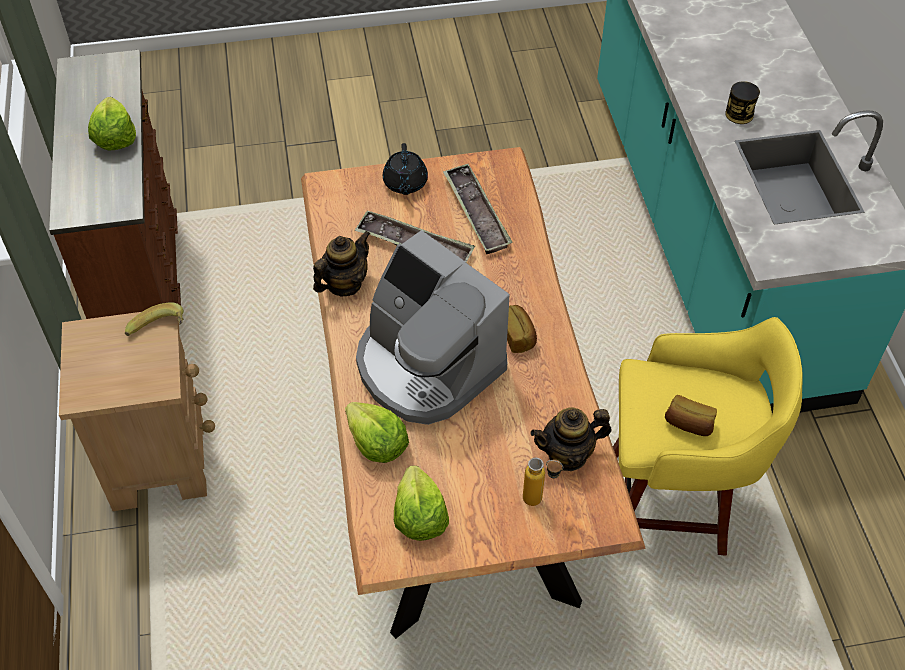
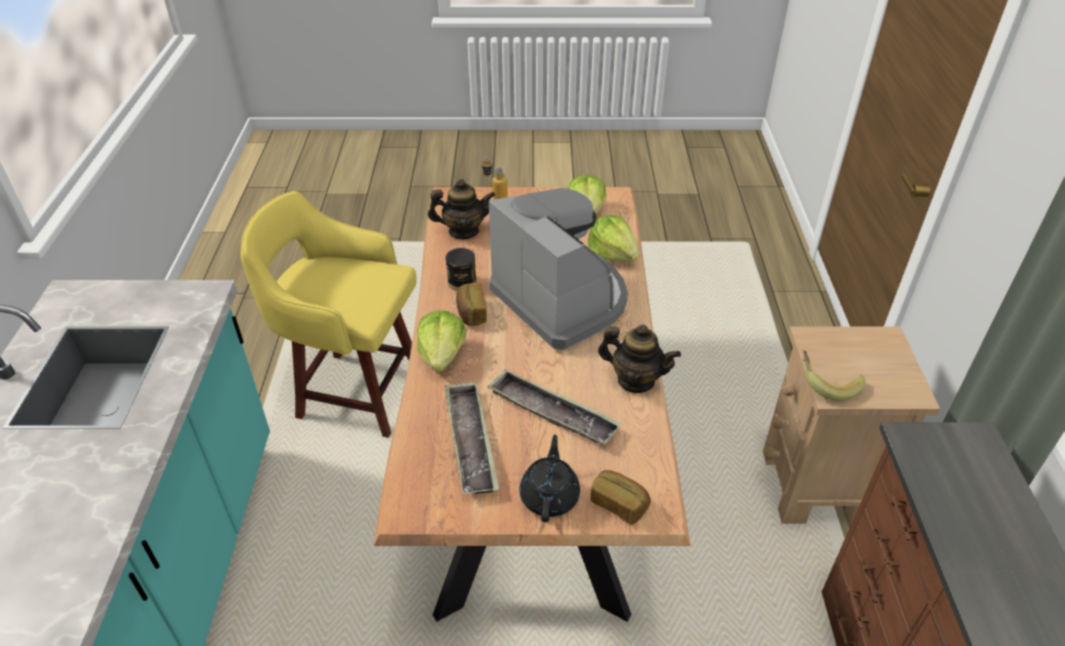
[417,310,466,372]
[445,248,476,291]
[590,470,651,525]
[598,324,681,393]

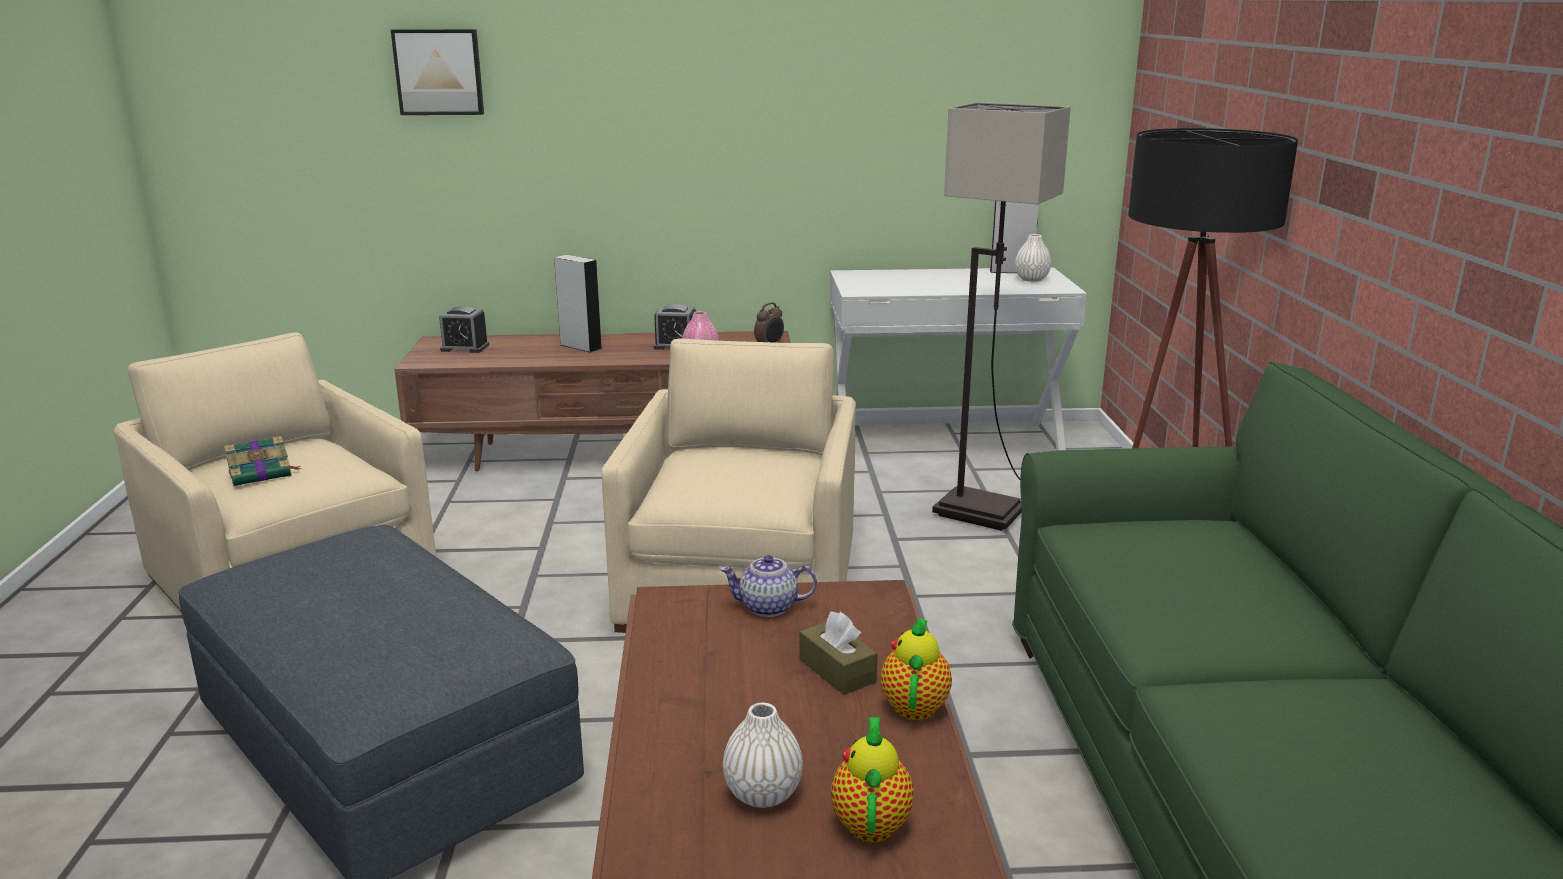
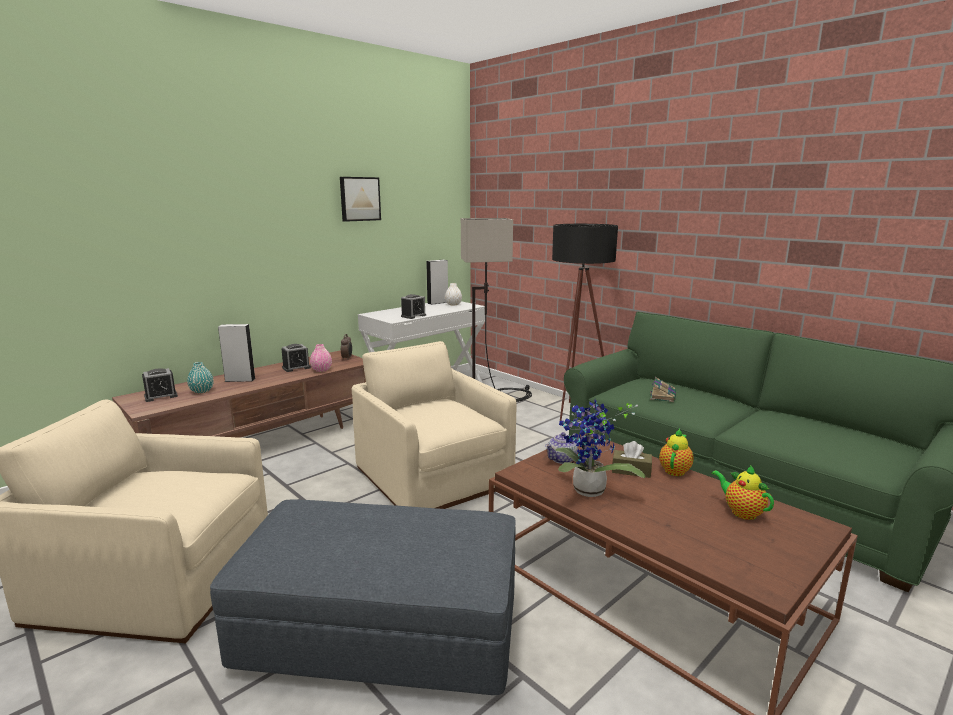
[187,362,214,393]
[340,177,381,222]
[401,294,426,319]
[555,400,646,497]
[650,377,676,402]
[659,429,694,476]
[723,703,803,808] (first image)

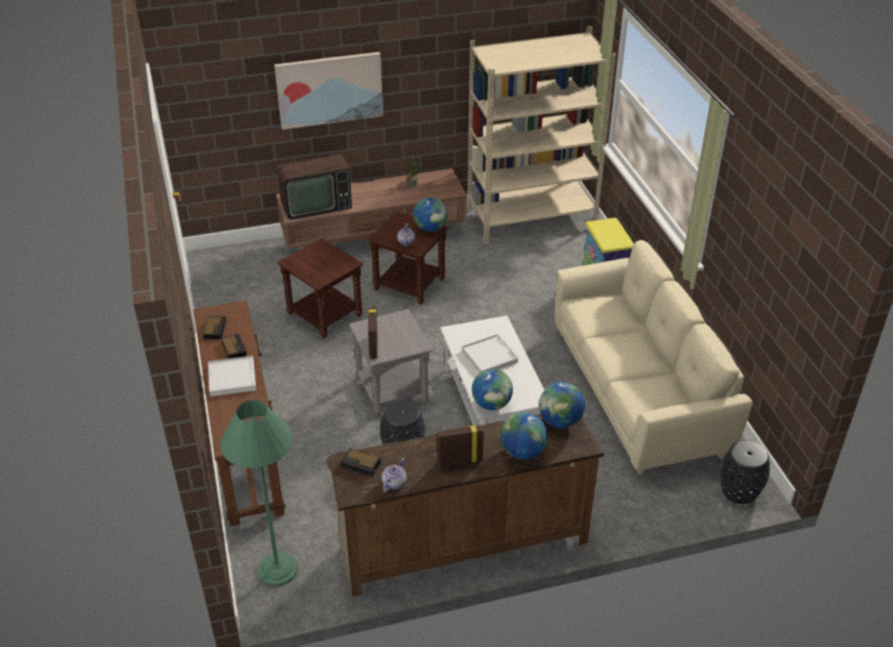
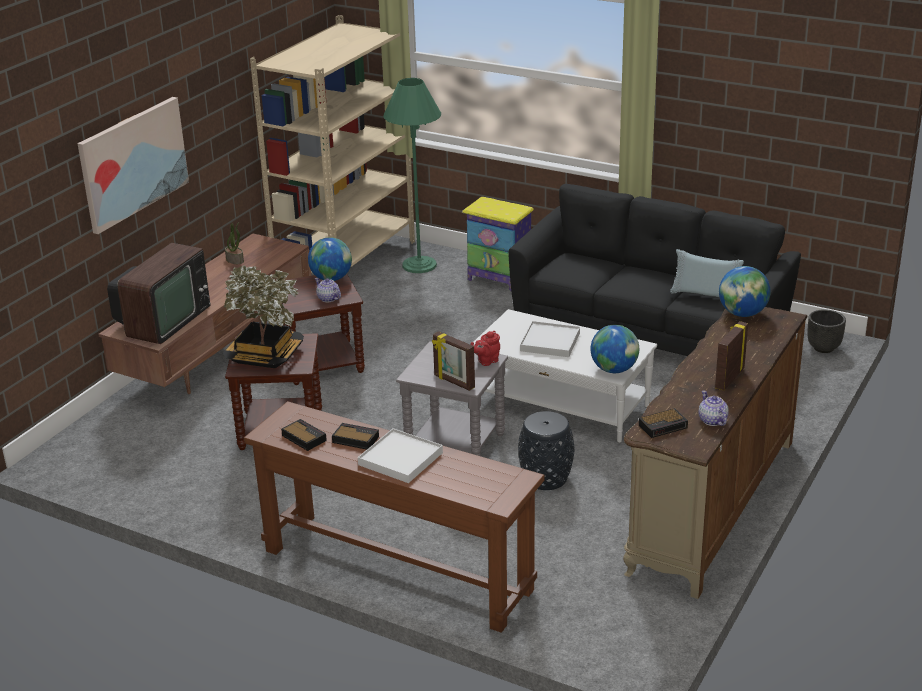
[223,265,304,368]
[383,78,441,273]
[471,331,500,366]
[508,184,801,356]
[670,249,744,298]
[807,309,846,353]
[500,412,548,460] (first image)

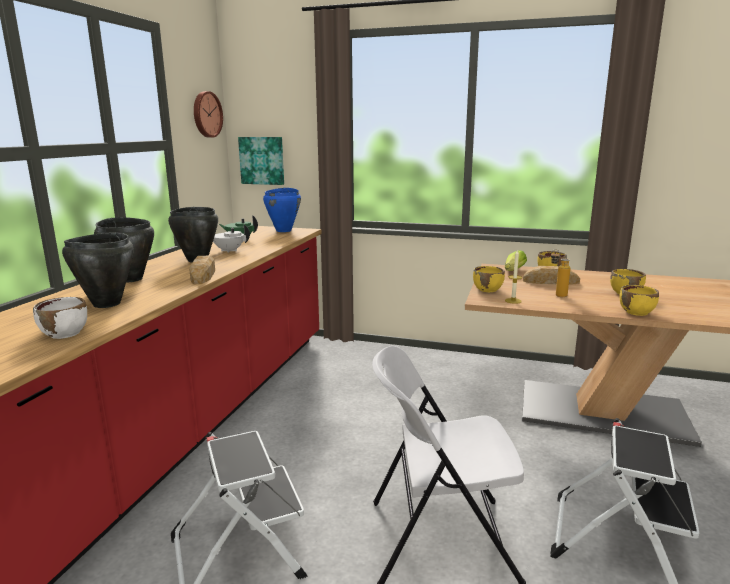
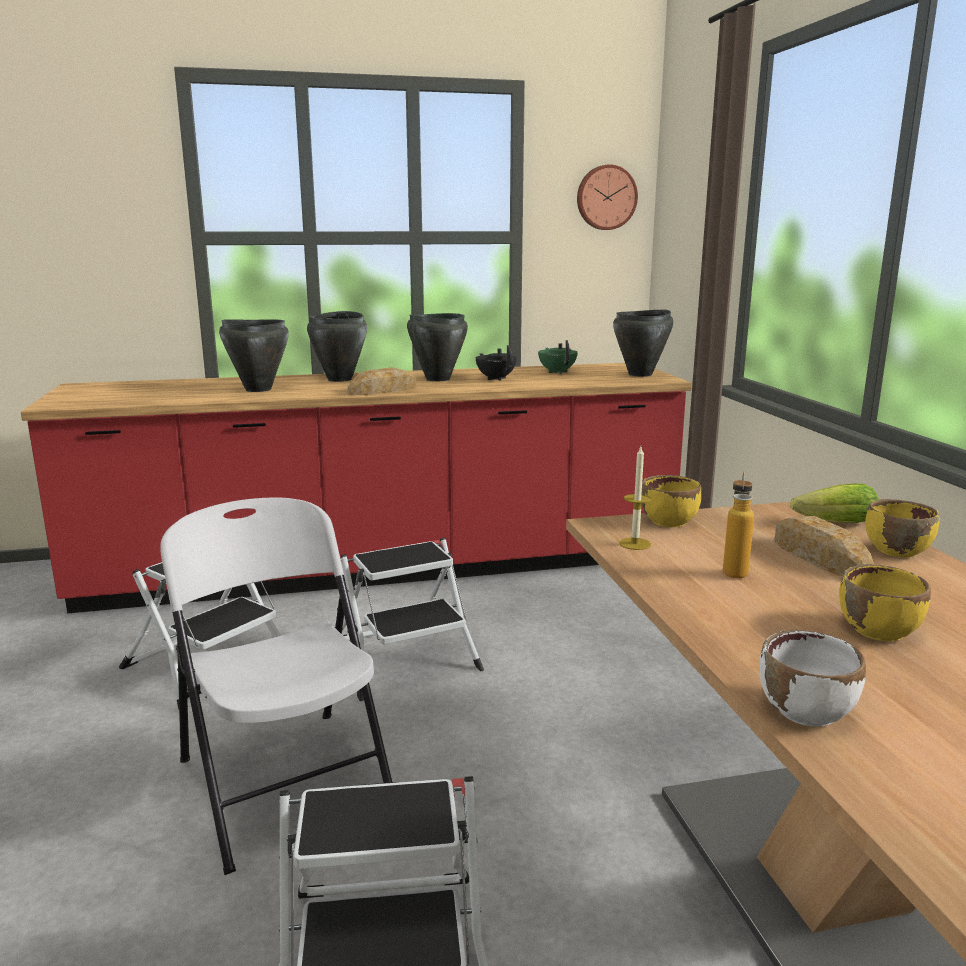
[340,537,484,701]
[476,345,517,381]
[613,309,673,377]
[760,630,866,727]
[238,137,284,185] (first image)
[620,285,659,316] (first image)

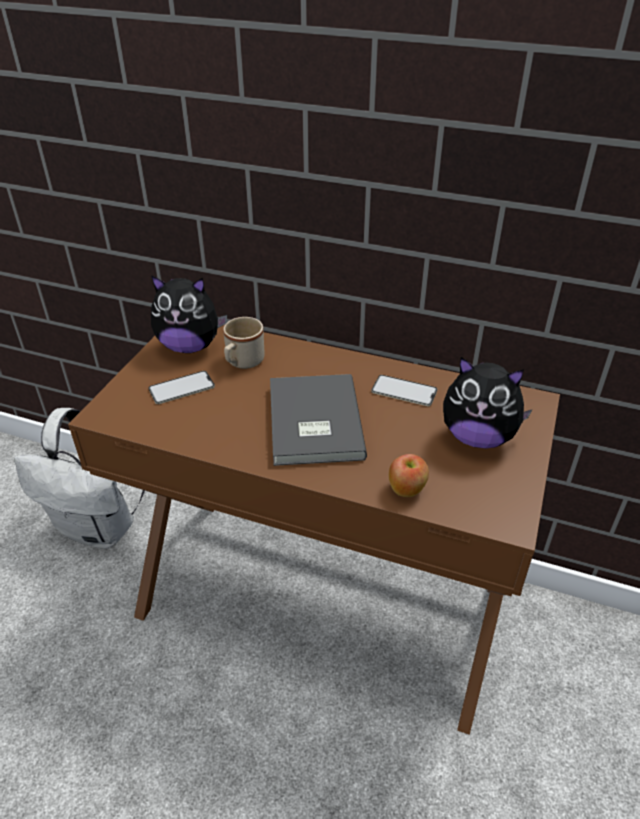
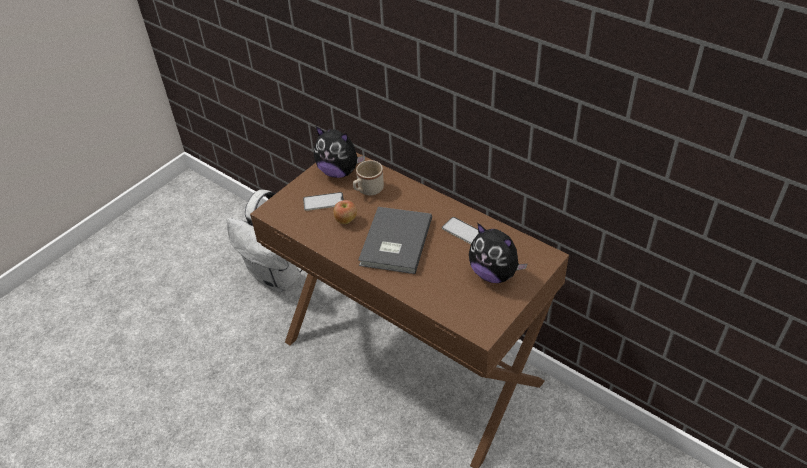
[334,200,357,224]

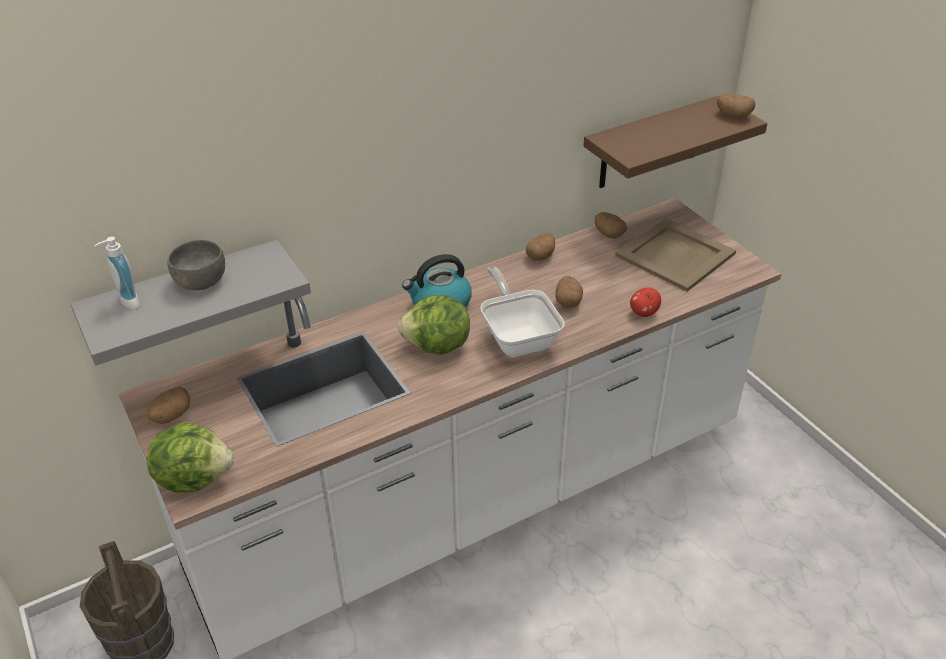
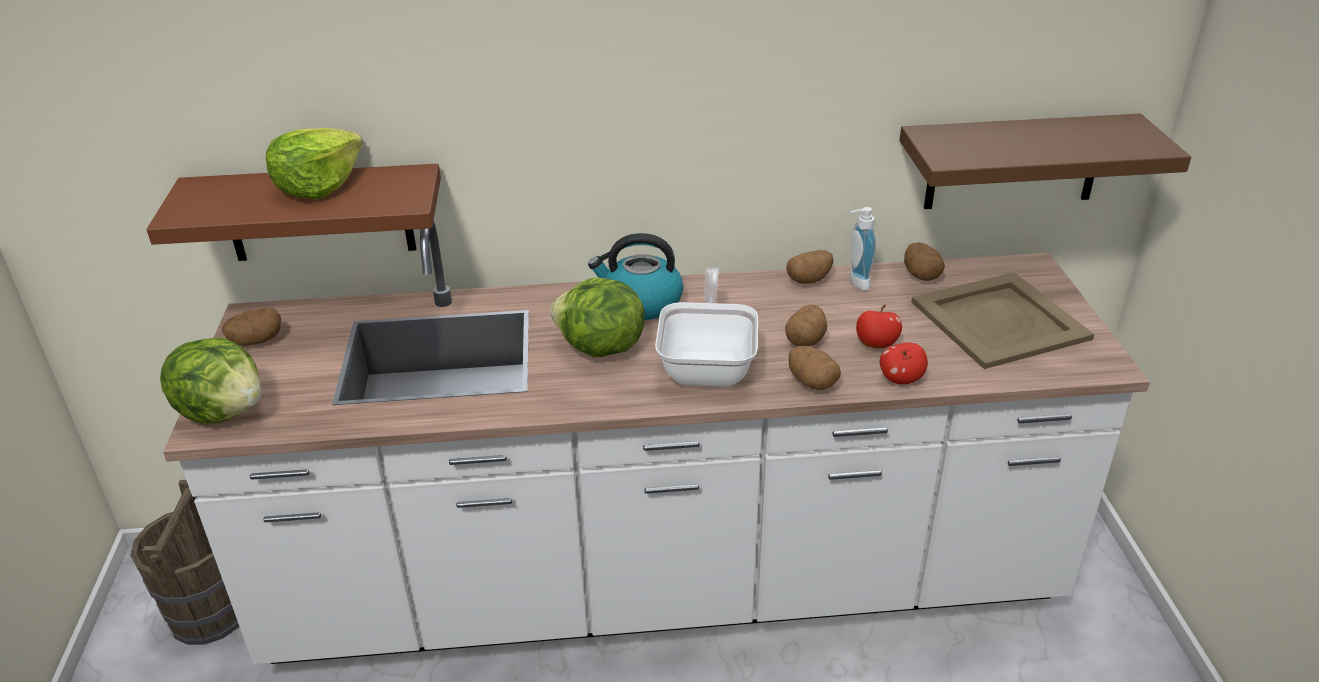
[146,164,441,261]
[266,128,363,200]
[789,346,841,390]
[849,207,877,291]
[856,305,902,349]

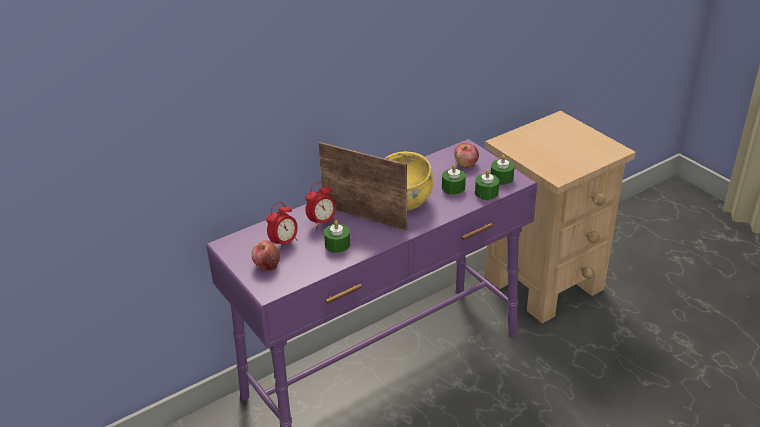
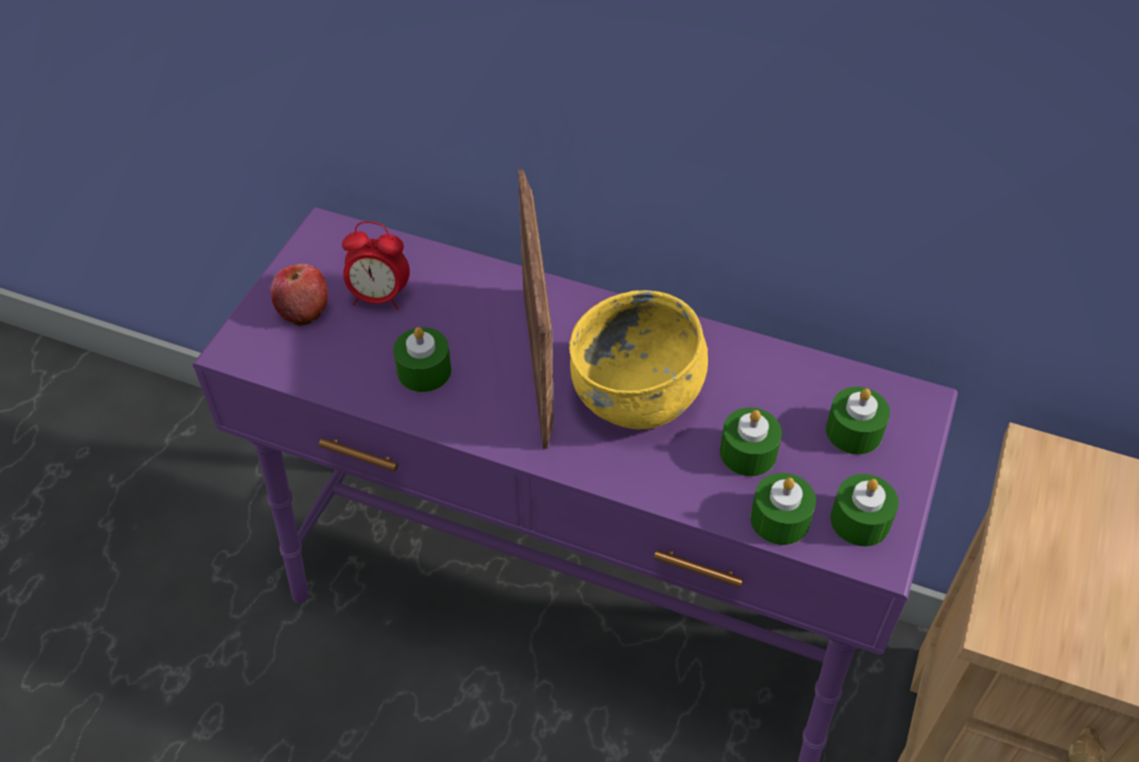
[826,387,890,455]
[305,182,336,229] (first image)

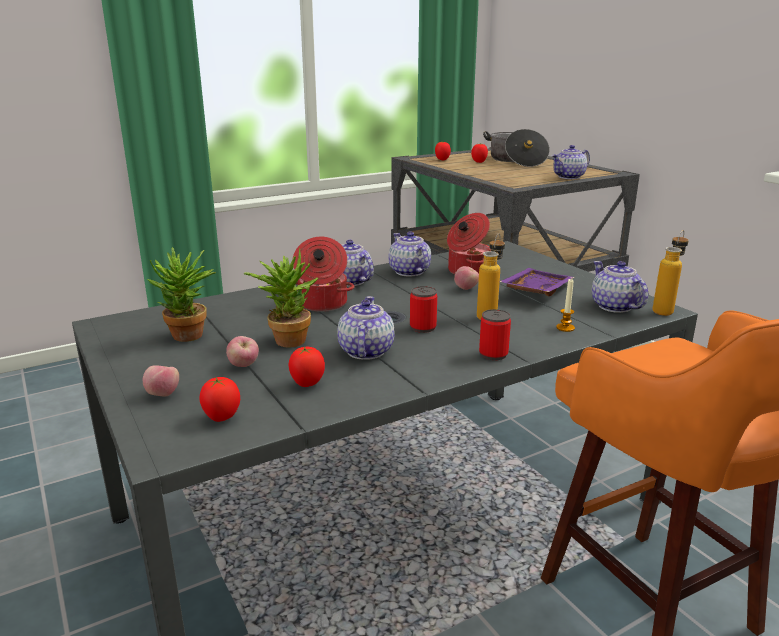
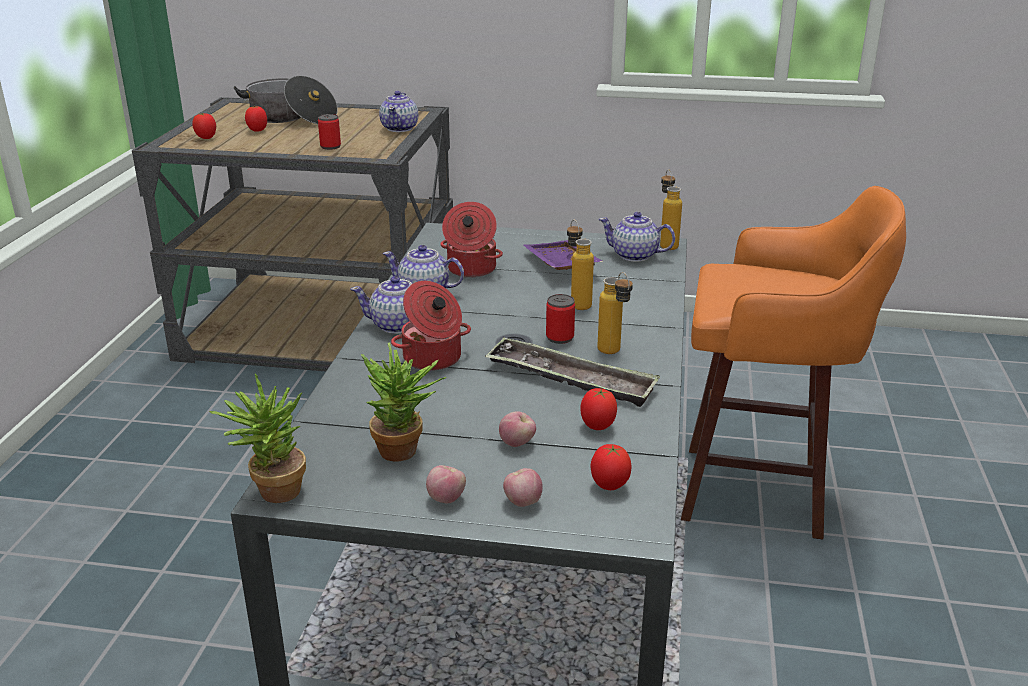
[209,374,306,503]
[318,114,341,150]
[426,465,466,503]
[485,338,660,407]
[597,272,633,354]
[556,279,575,332] (first image)

